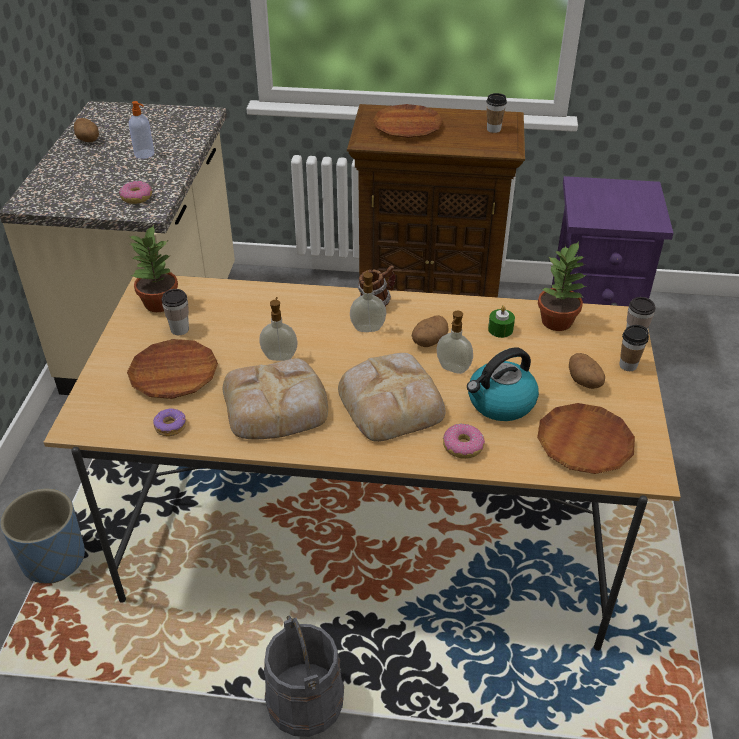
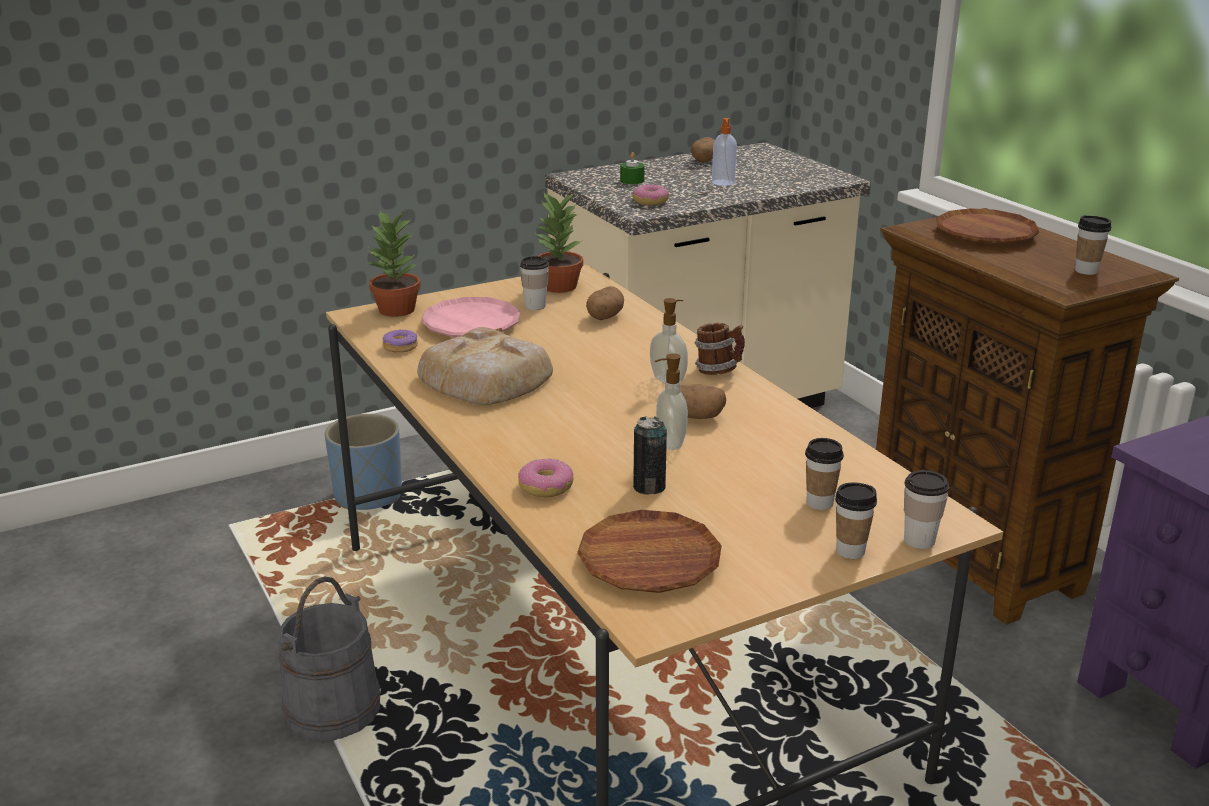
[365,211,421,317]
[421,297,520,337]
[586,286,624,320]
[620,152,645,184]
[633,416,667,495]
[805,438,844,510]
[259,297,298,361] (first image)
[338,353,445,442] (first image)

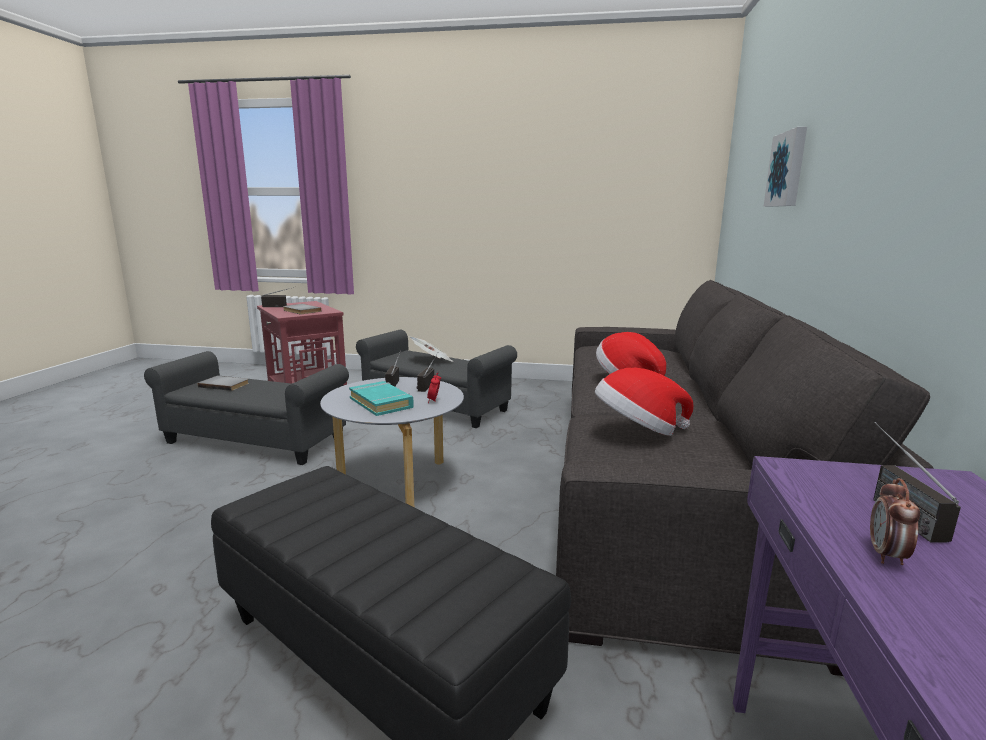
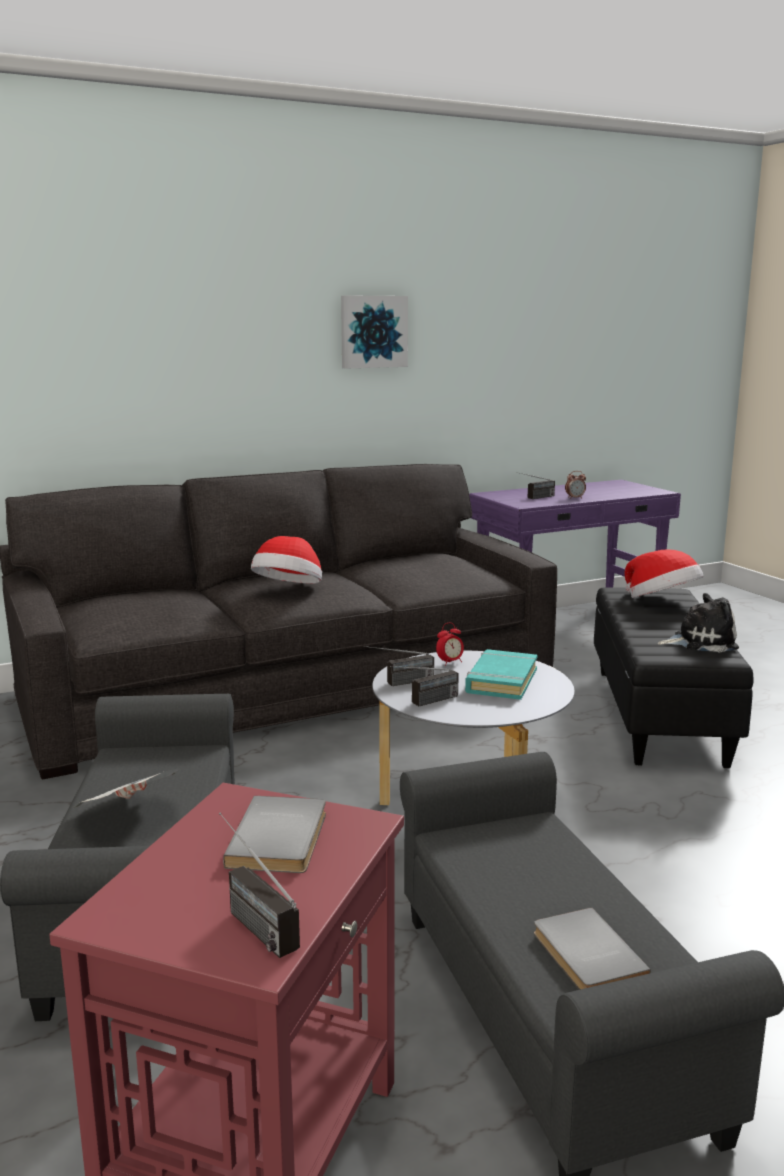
[341,295,408,369]
[625,549,703,598]
[657,593,739,652]

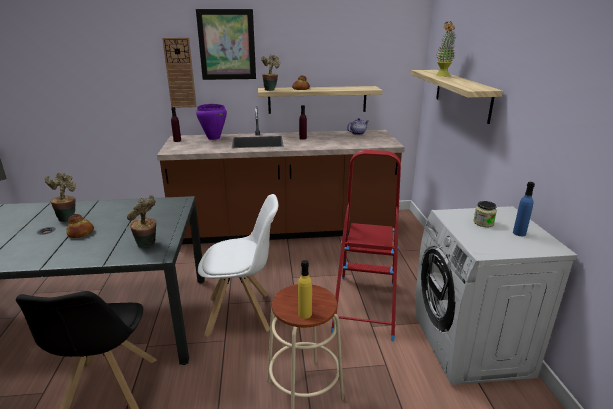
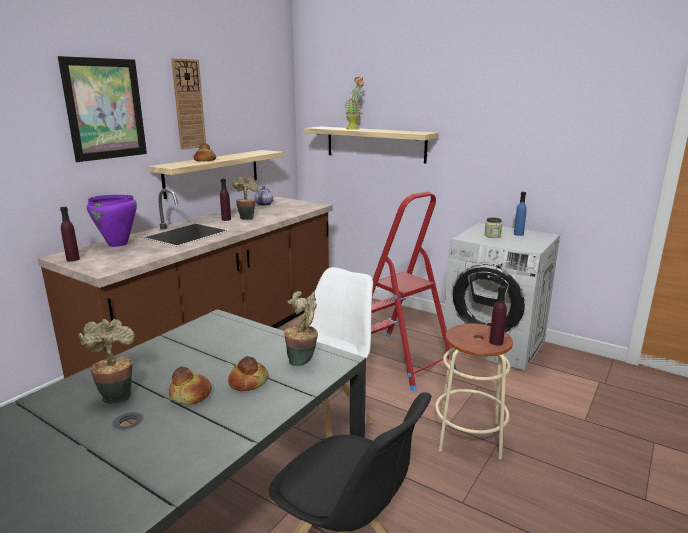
[171,58,206,150]
[228,356,269,391]
[232,177,259,220]
[489,286,507,345]

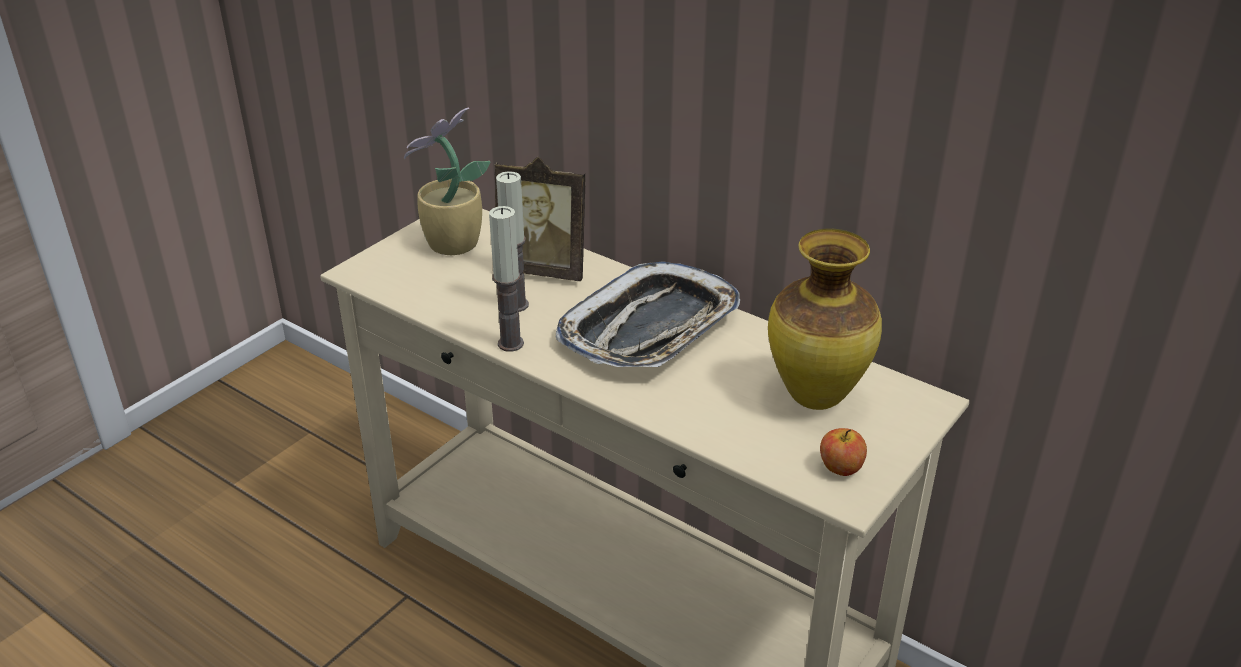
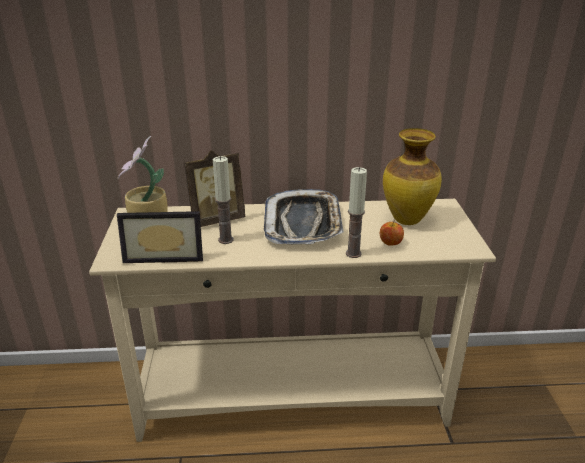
[117,211,203,263]
[346,167,367,258]
[380,220,404,246]

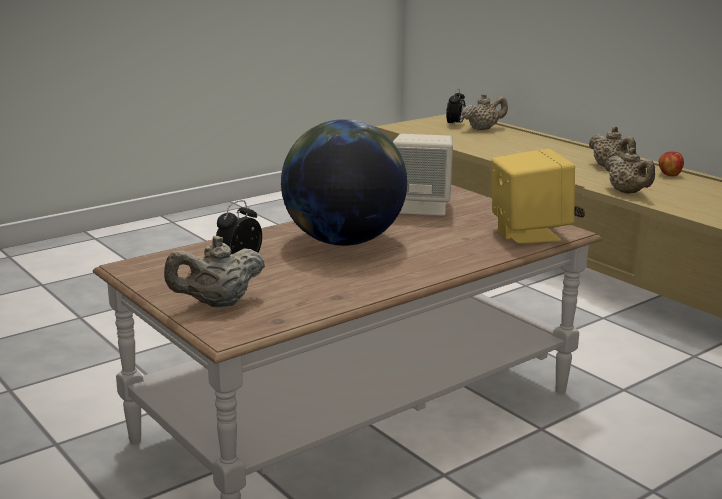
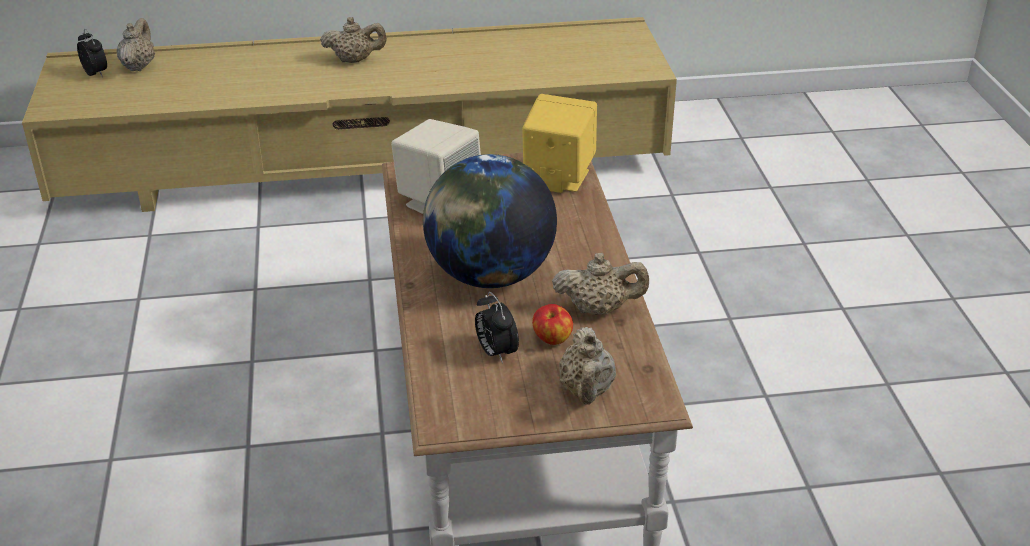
[532,304,573,345]
[552,253,649,315]

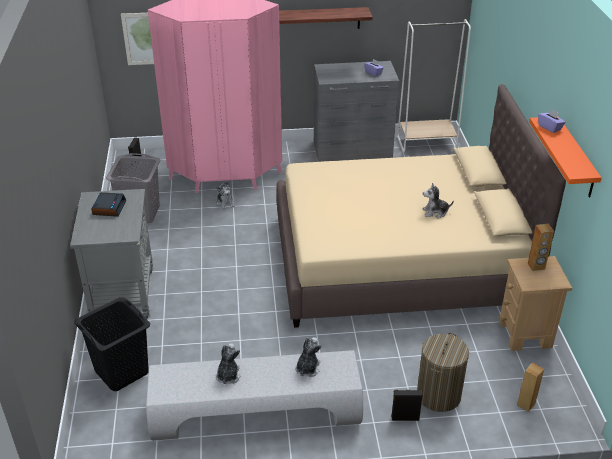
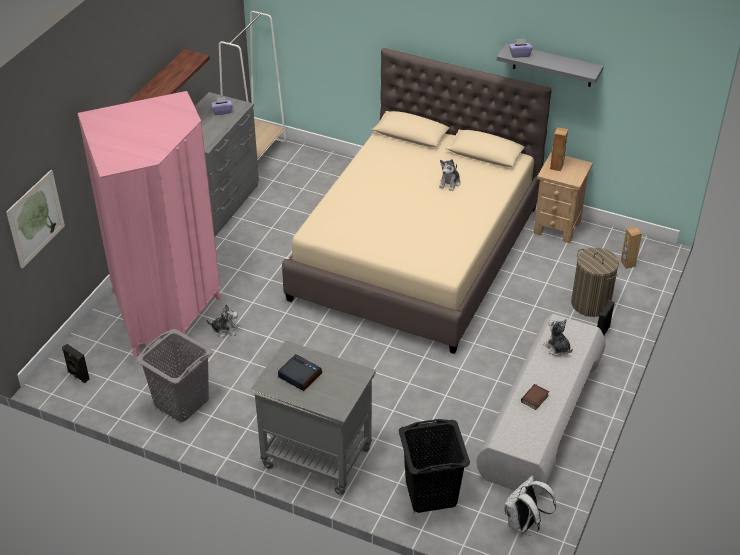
[497,44,604,87]
[504,476,556,536]
[521,384,549,410]

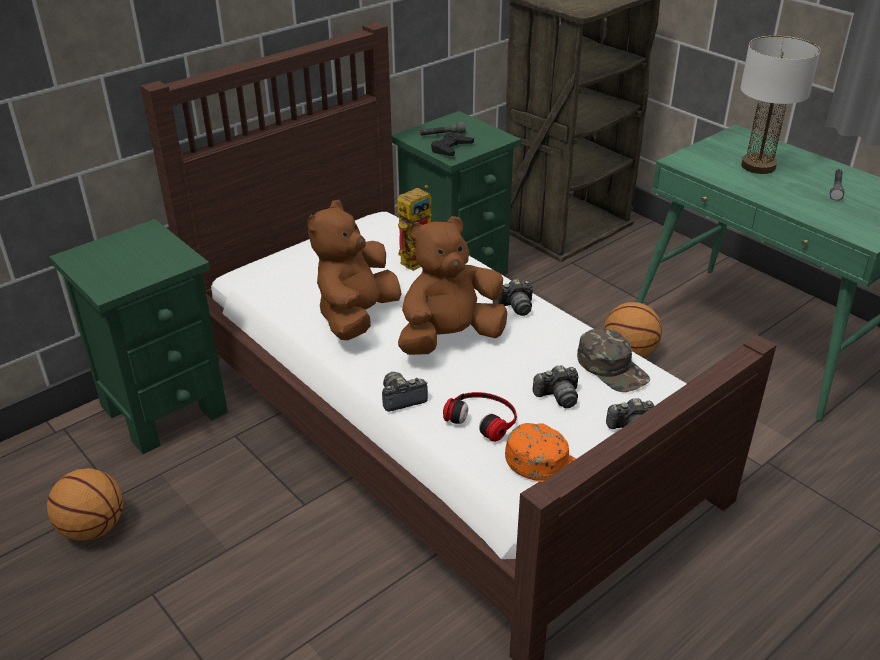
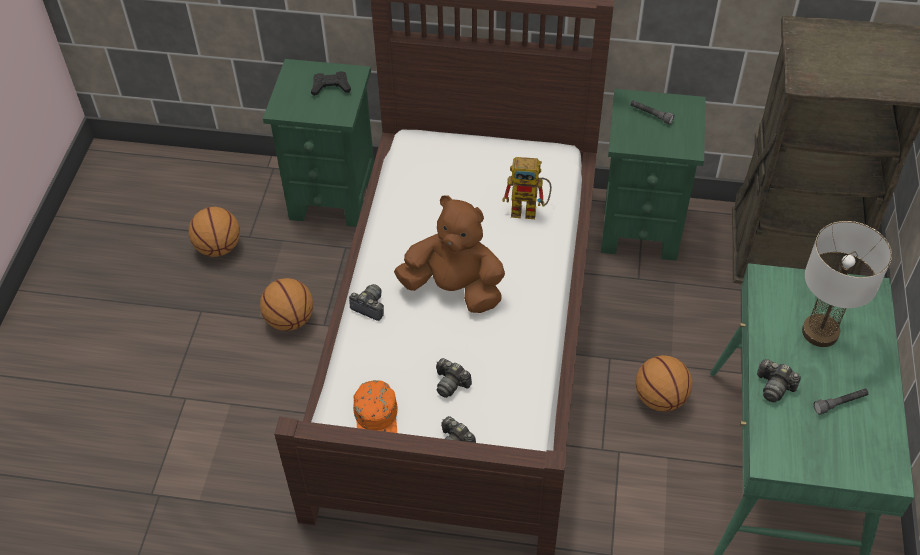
[260,278,313,331]
[311,71,351,96]
[757,359,801,402]
[307,200,402,340] (first image)
[443,392,517,442] (first image)
[577,328,650,392] (first image)

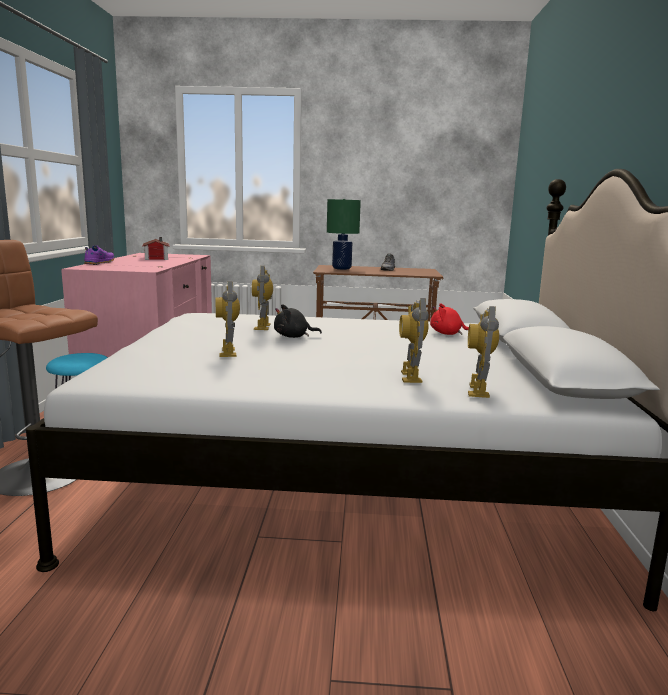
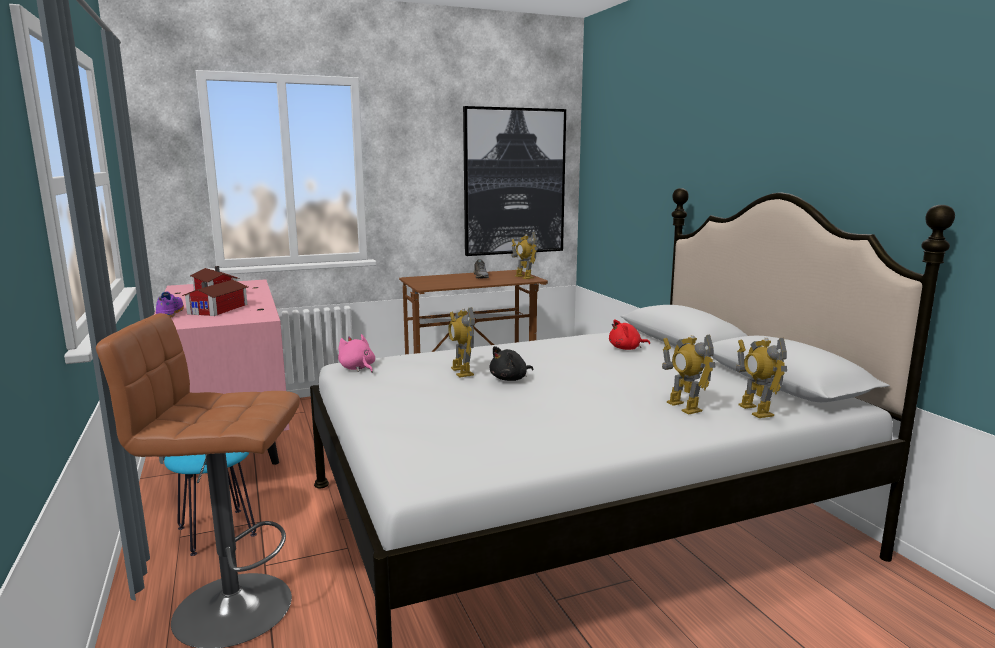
[182,280,248,316]
[338,334,375,373]
[463,106,566,256]
[512,232,538,279]
[327,199,361,270] (first image)

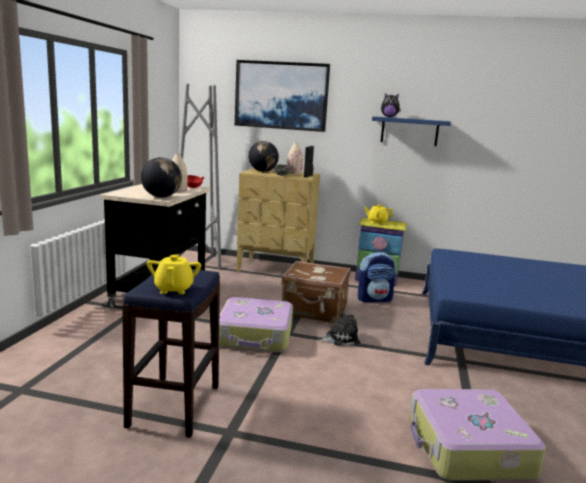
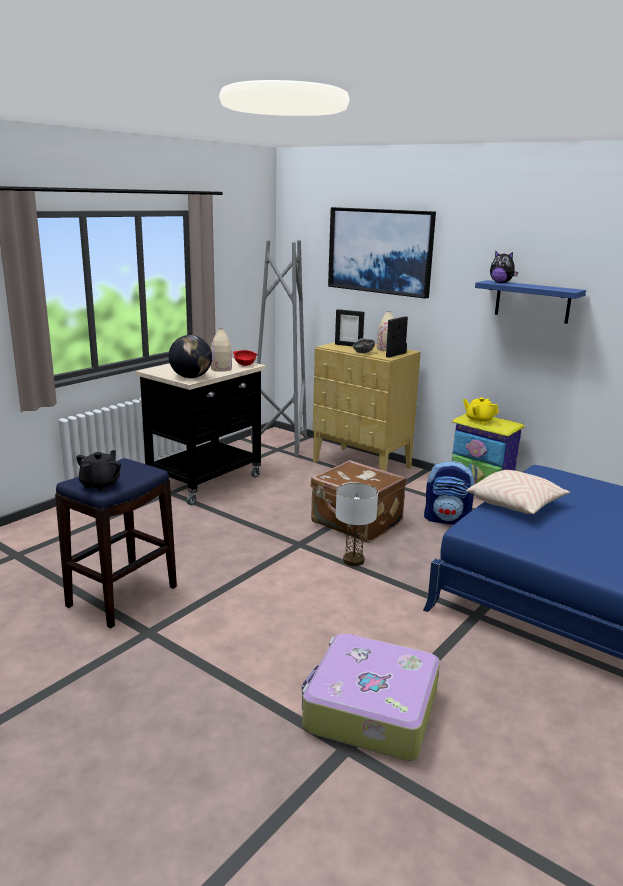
[76,450,121,491]
[335,309,364,347]
[336,483,378,566]
[466,470,570,514]
[219,297,293,353] (first image)

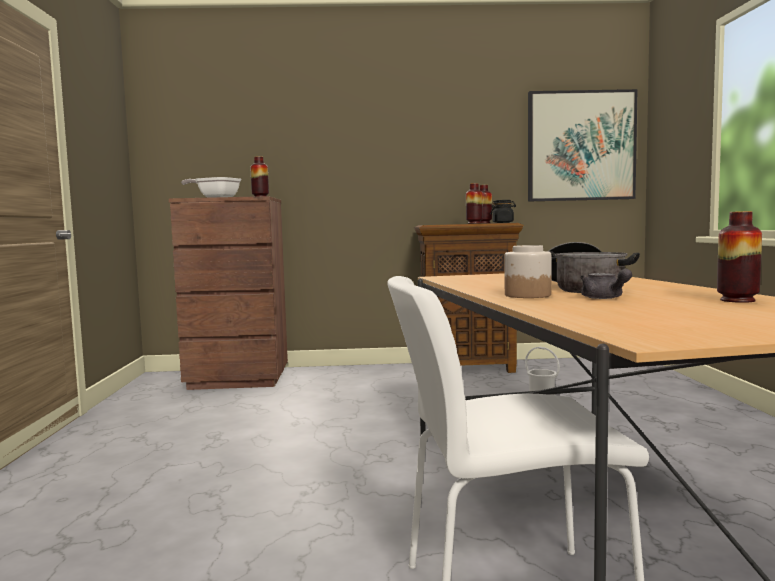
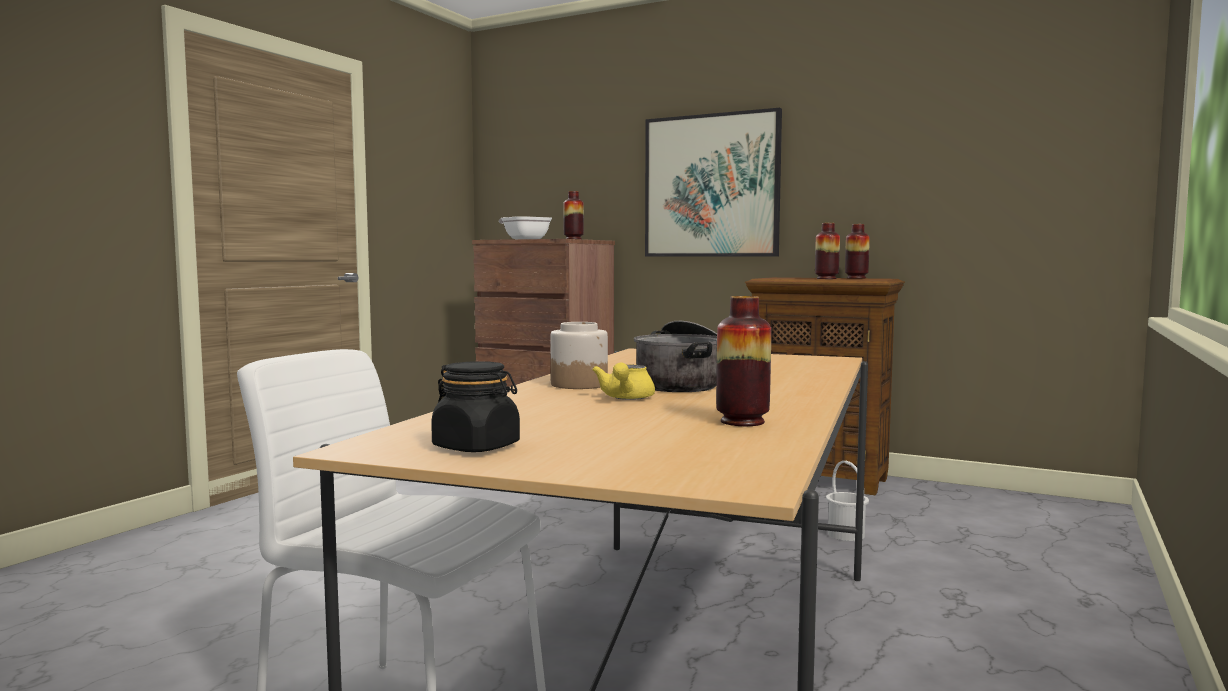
[431,361,520,452]
[592,362,655,400]
[645,108,782,257]

